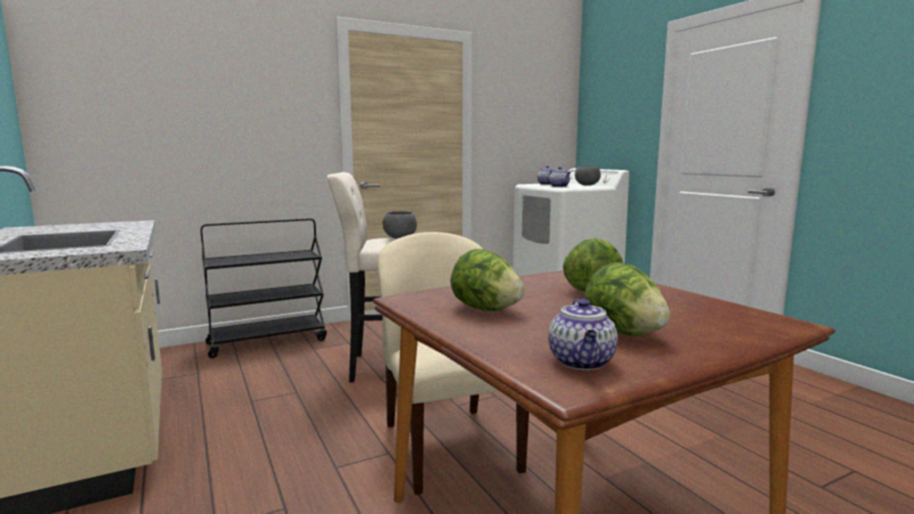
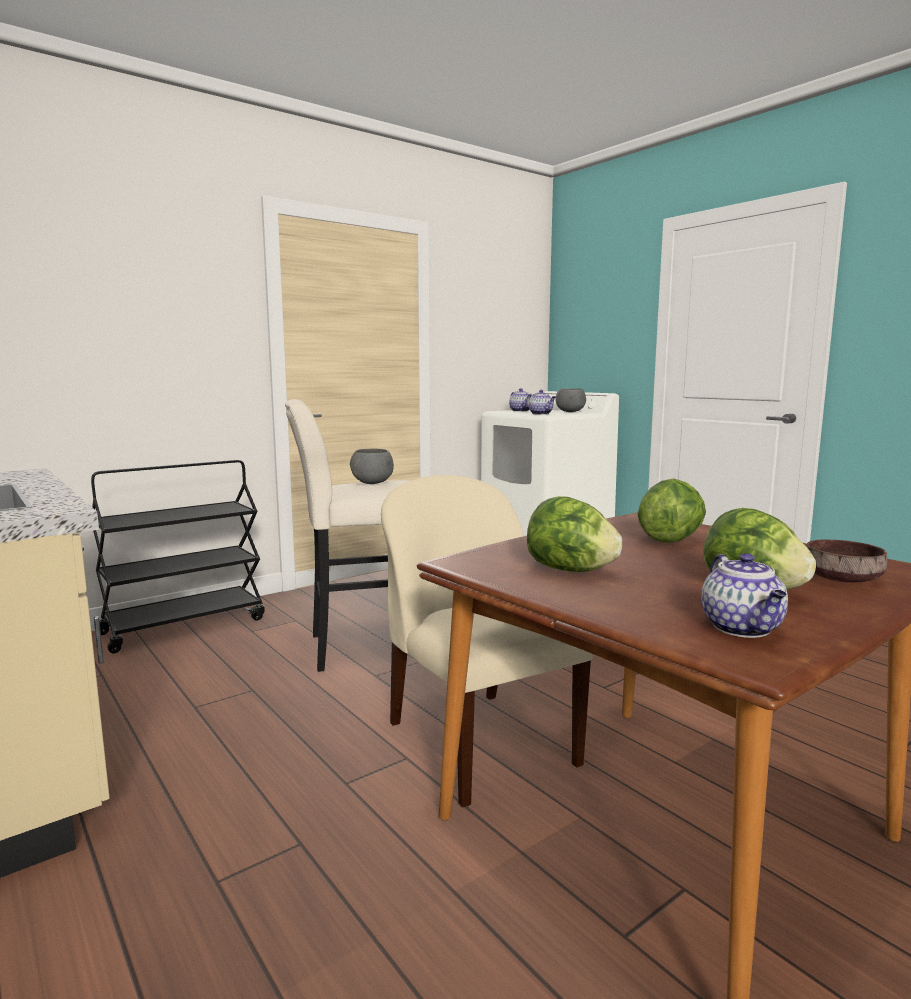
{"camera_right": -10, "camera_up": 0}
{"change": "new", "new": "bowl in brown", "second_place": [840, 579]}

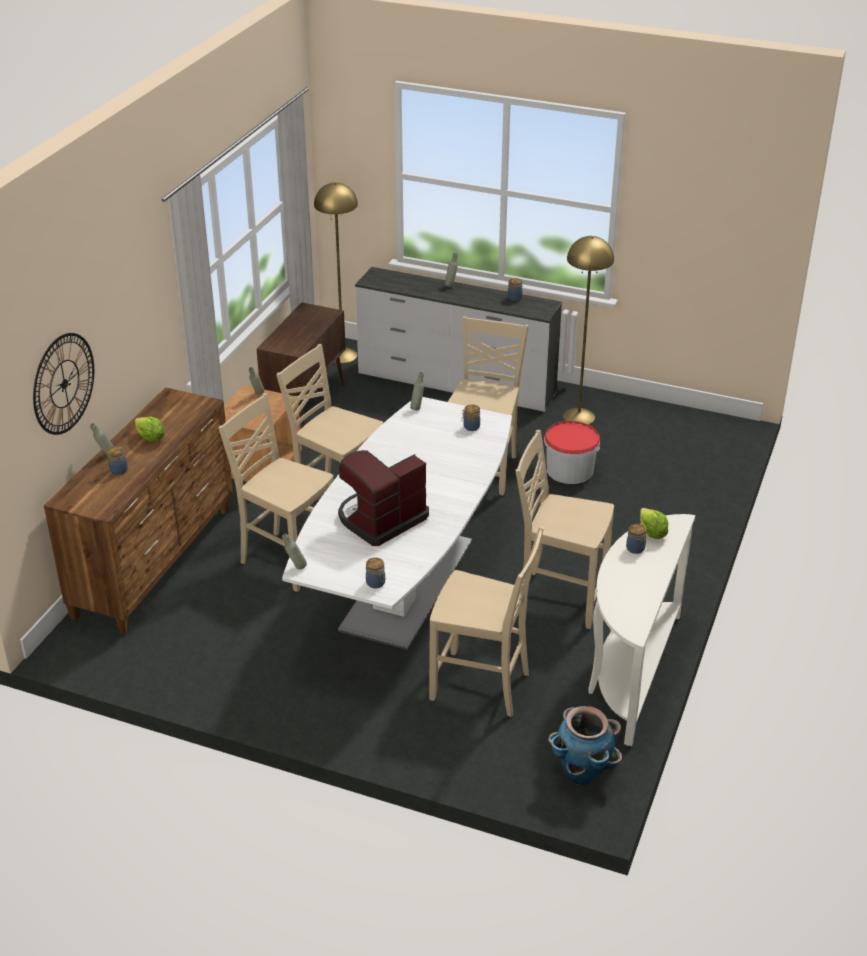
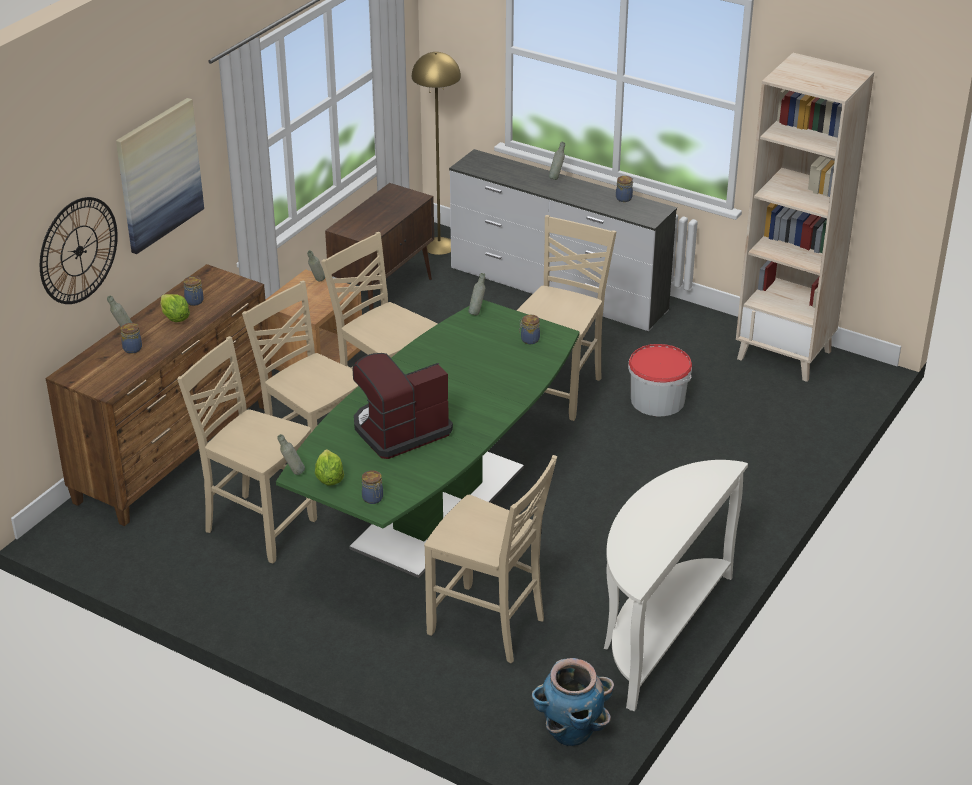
{"camera_right": 10, "camera_up": 0}
{"change": "repainted", "old": "dining table in white", "new": "dining table in green", "first_place": [407, 585], "second_place": [438, 507]}
{"change": "shifted", "old": "chair in beige", "first_place": [559, 597], "second_place": [258, 526]}
{"change": "gone", "old": "floor lamp in yellow", "first_place": [578, 416]}
{"change": "shifted", "old": "jar", "first_place": [636, 549], "second_place": [194, 302]}
{"change": "shifted", "old": "lettuce", "first_place": [652, 533], "second_place": [329, 479]}
{"change": "new", "new": "picture", "second_place": [158, 175]}
{"change": "new", "new": "bookcase in beige", "second_place": [785, 355]}

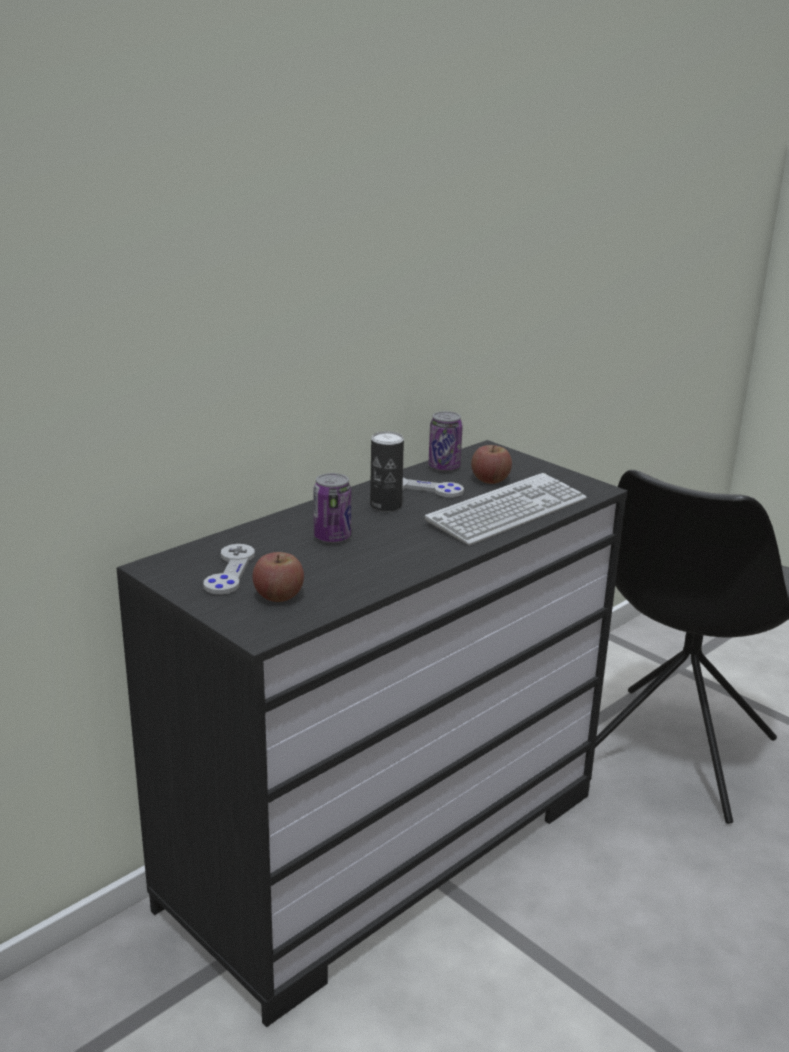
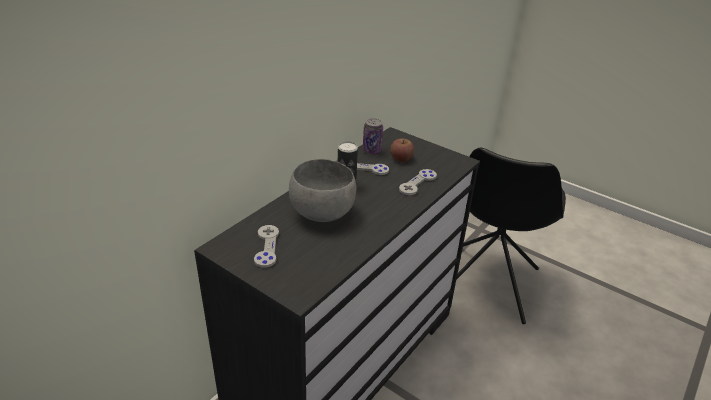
{"camera_right": -10, "camera_up": 10}
{"change": "gone", "old": "apple", "first_place": [278, 596]}
{"change": "swapped", "old": "can", "new": "bowl in grey", "first_place": [332, 537], "second_place": [321, 213]}
{"change": "swapped", "old": "keyboard", "new": "game controller in grey", "first_place": [507, 511], "second_place": [418, 183]}

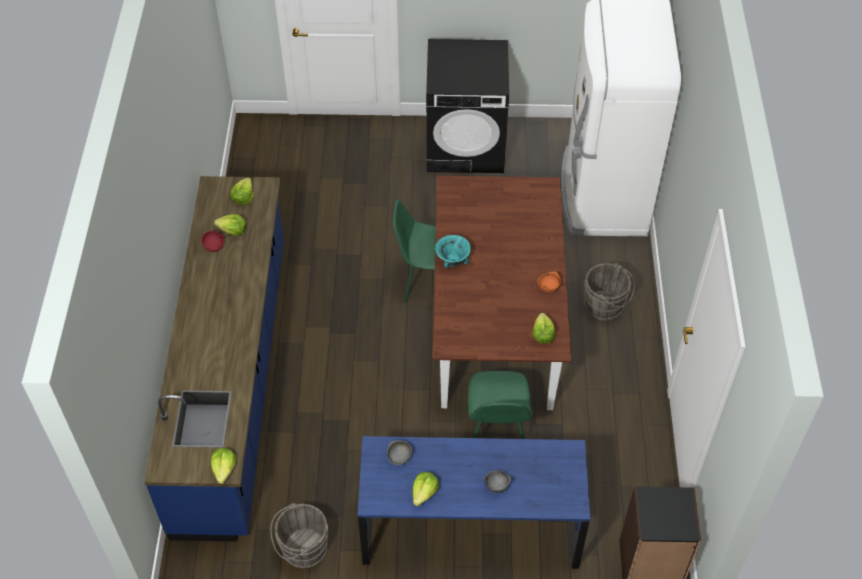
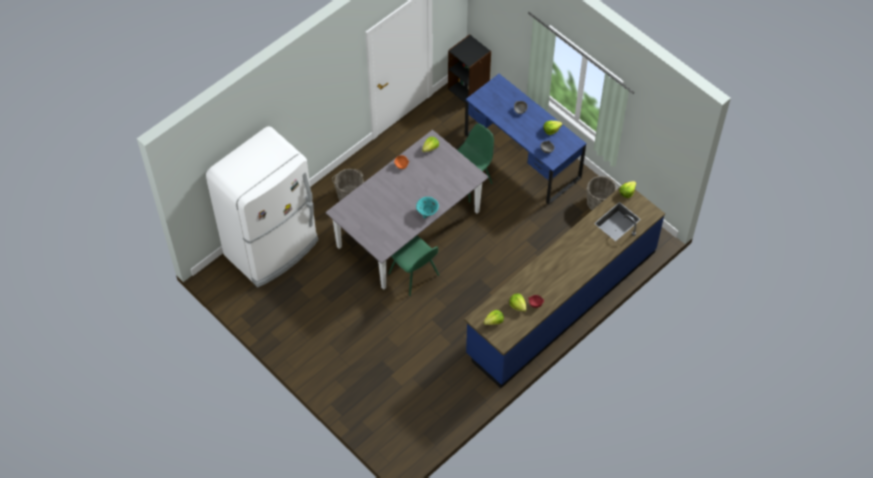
{"camera_right": -135, "camera_up": 5}
{"change": "gone", "old": "washing machine in black", "first_place": [465, 146]}
{"change": "repainted", "old": "dining table in brown", "new": "dining table in grey", "first_place": [496, 323], "second_place": [408, 228]}

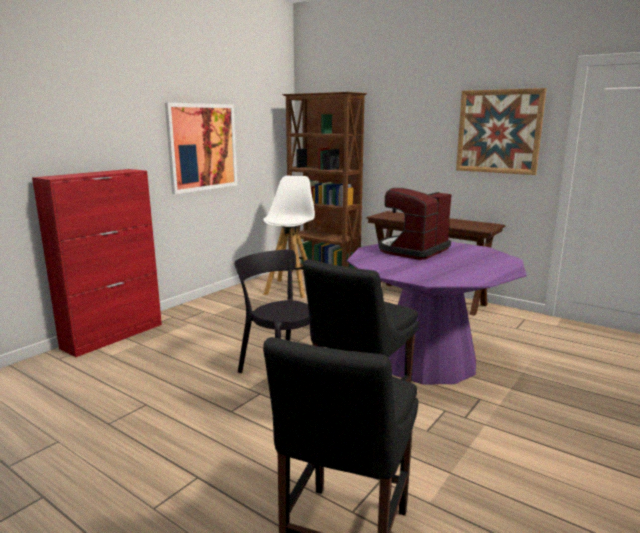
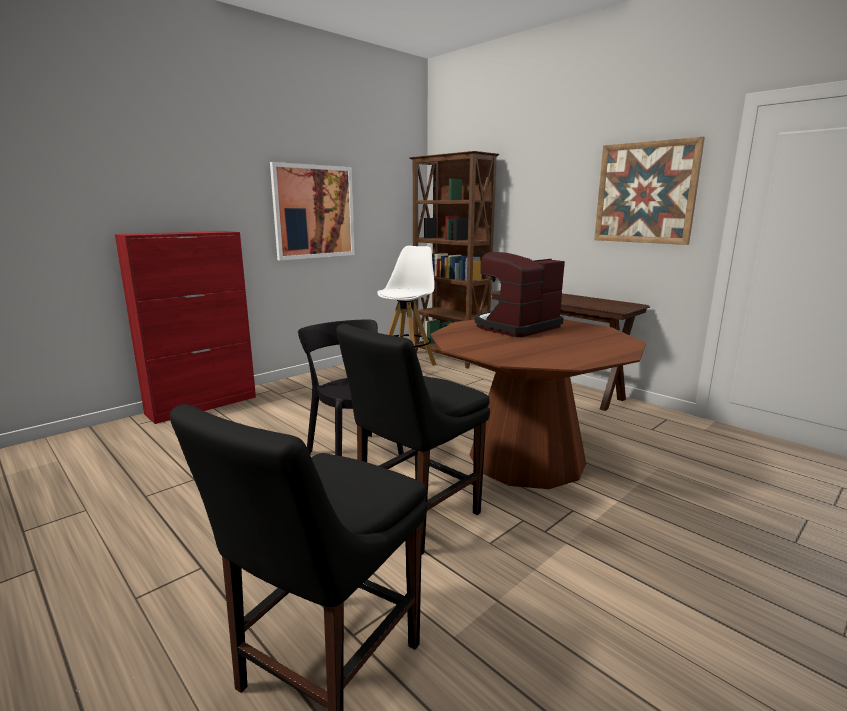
{"camera_right": 10, "camera_up": 0}
{"change": "repainted", "old": "dining table in purple", "new": "dining table in brown", "first_place": [427, 361], "second_place": [526, 459]}

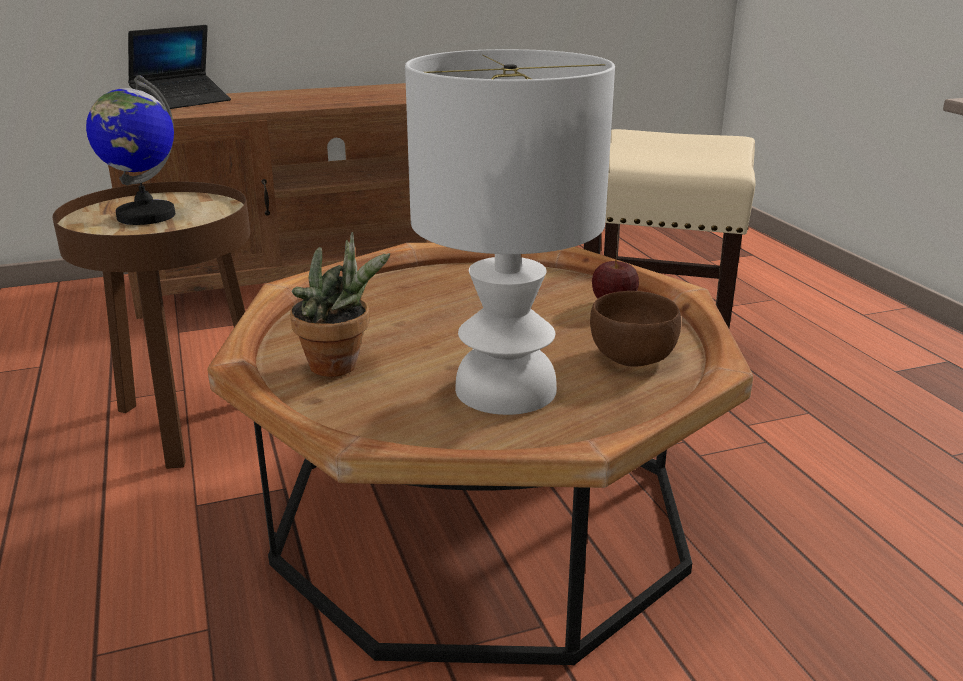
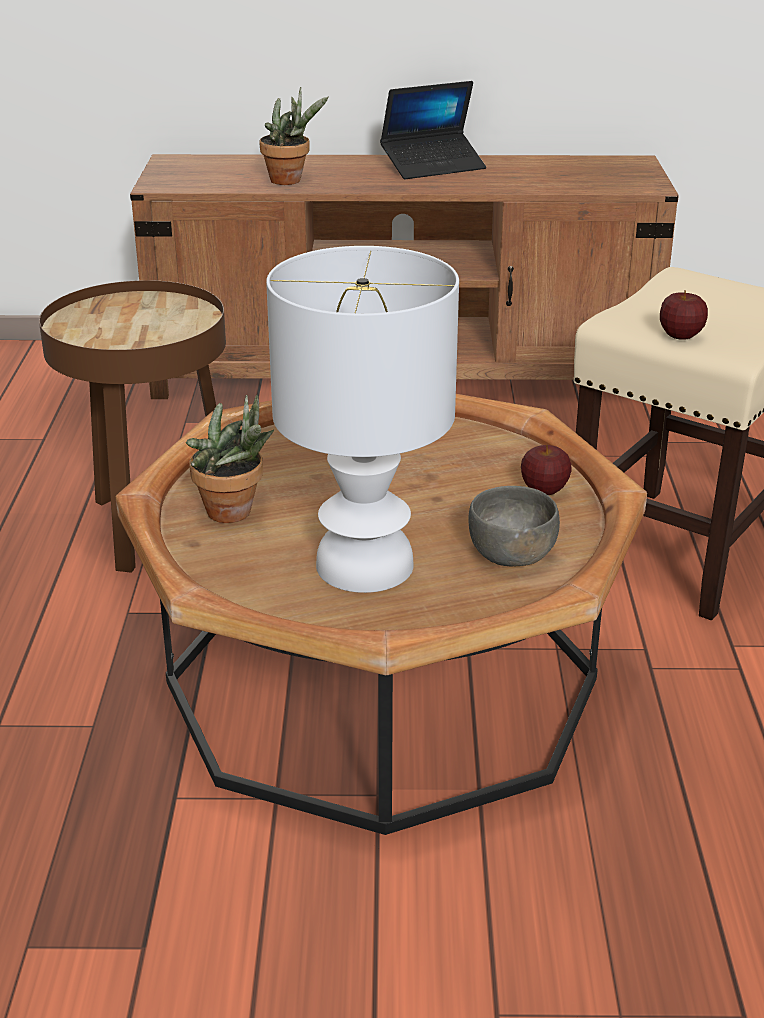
{"camera_right": 20, "camera_up": 5}
{"change": "gone", "old": "globe", "first_place": [145, 216]}
{"change": "shifted", "old": "laptop", "first_place": [182, 102], "second_place": [433, 166]}
{"change": "repainted", "old": "bowl in brown", "new": "bowl in grey", "first_place": [633, 357], "second_place": [512, 555]}
{"change": "new", "new": "potted plant", "second_place": [290, 181]}
{"change": "new", "new": "apple", "second_place": [680, 336]}

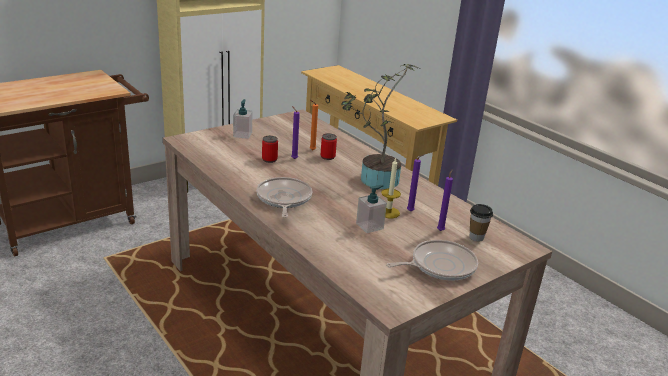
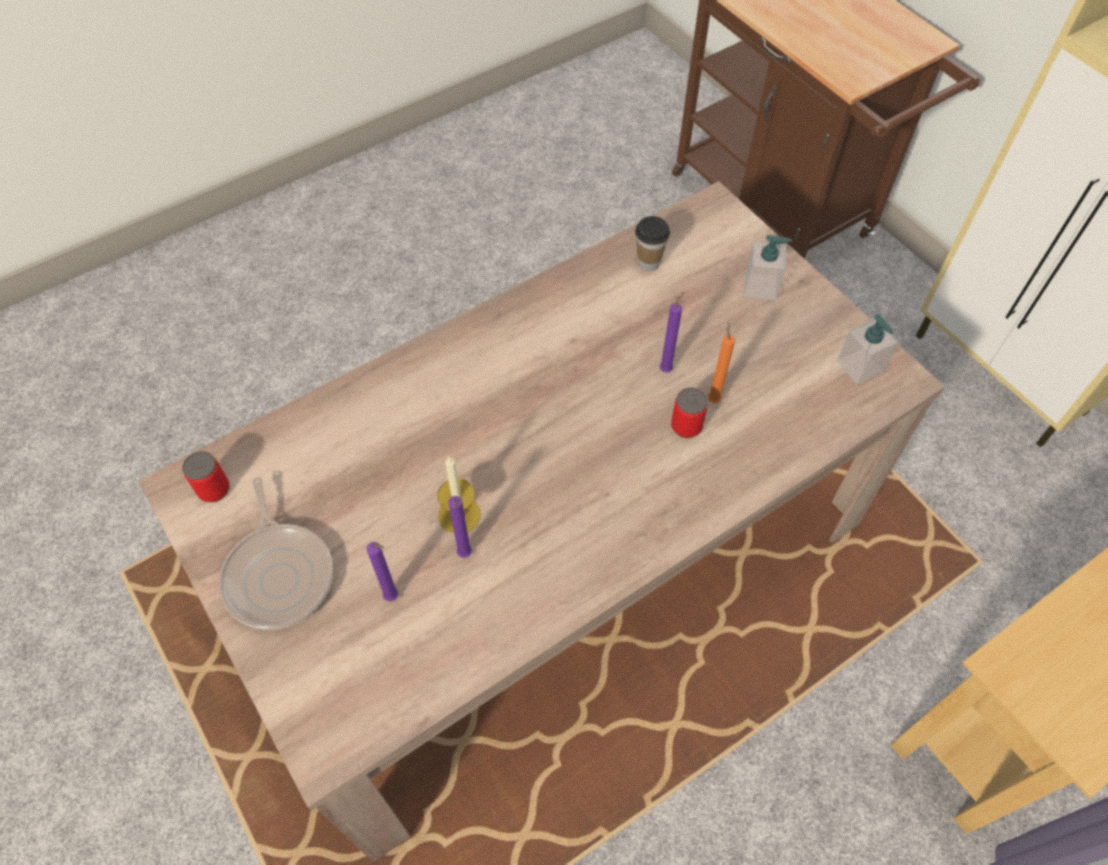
{"camera_right": 95, "camera_up": 30}
{"change": "gone", "old": "frying pan", "first_place": [283, 199]}
{"change": "shifted", "old": "can", "first_place": [269, 159], "second_place": [214, 489]}
{"change": "gone", "old": "potted plant", "first_place": [374, 180]}
{"change": "shifted", "old": "soap dispenser", "first_place": [370, 226], "second_place": [860, 366]}
{"change": "shifted", "old": "cup", "first_place": [476, 237], "second_place": [648, 263]}

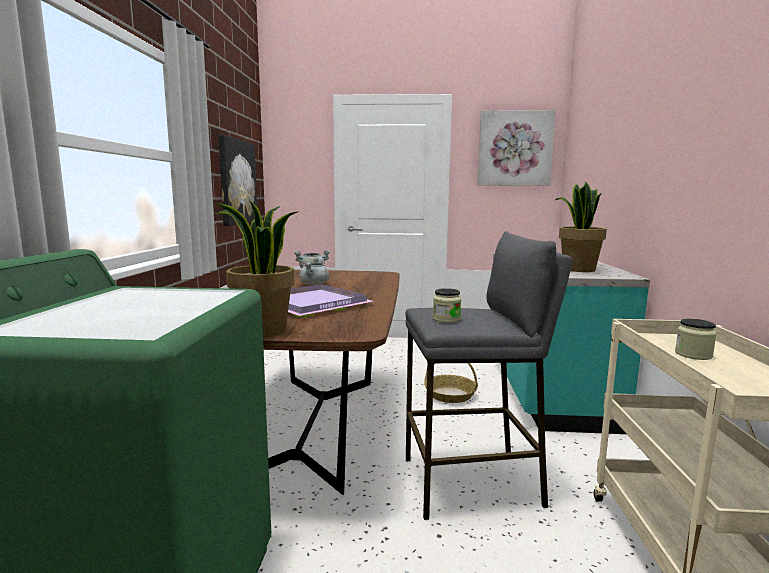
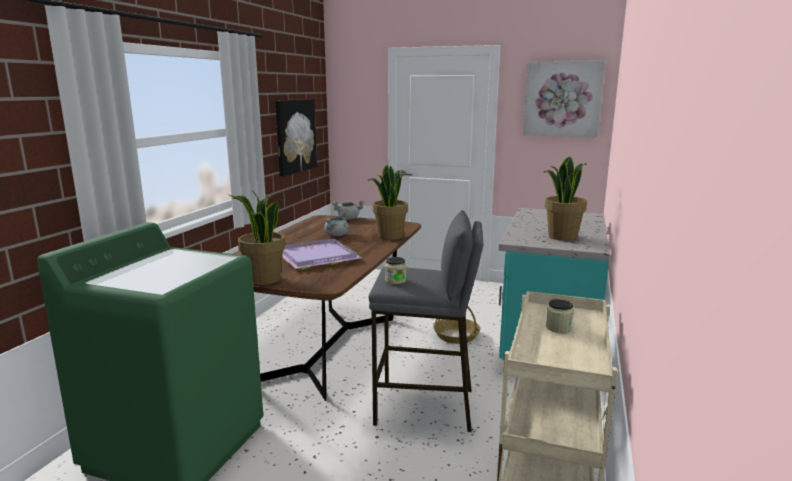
{"camera_right": 15, "camera_up": 5}
{"change": "new", "new": "potted plant", "second_place": [389, 236]}

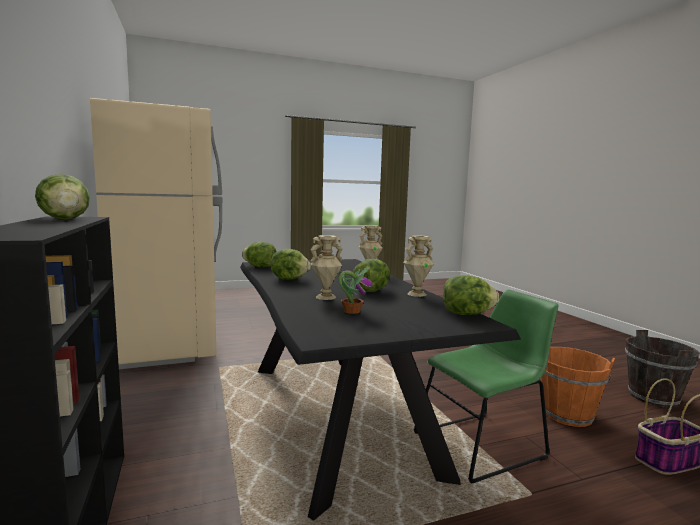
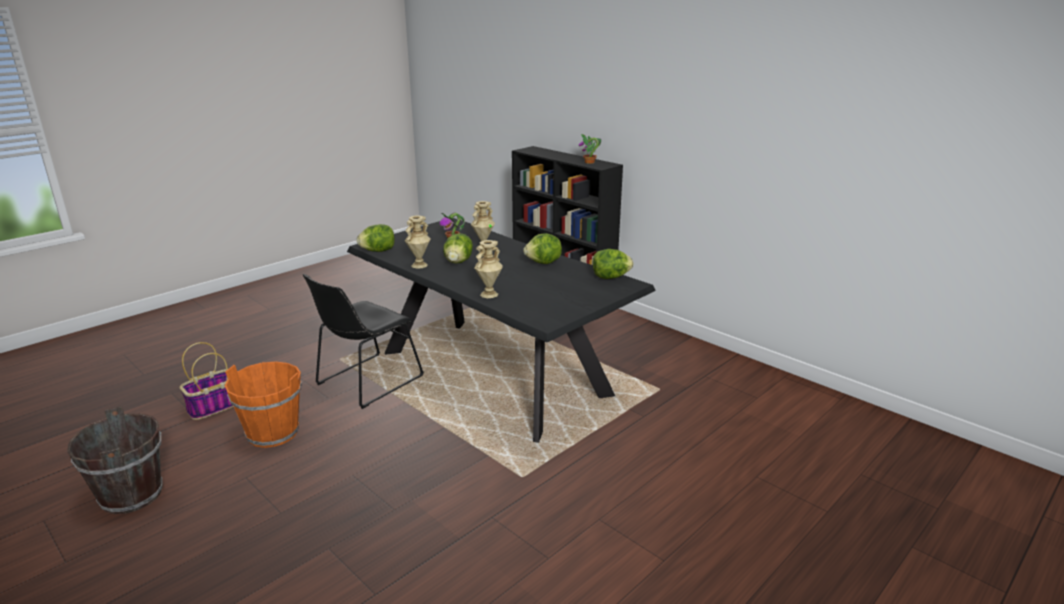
{"camera_right": 155, "camera_up": 15}
{"change": "swapped", "old": "lettuce", "new": "potted plant", "first_place": [65, 219], "second_place": [589, 162]}
{"change": "gone", "old": "fridge in beige", "first_place": [167, 346]}
{"change": "repainted", "old": "chair in green", "new": "chair in black", "first_place": [483, 444], "second_place": [366, 382]}

